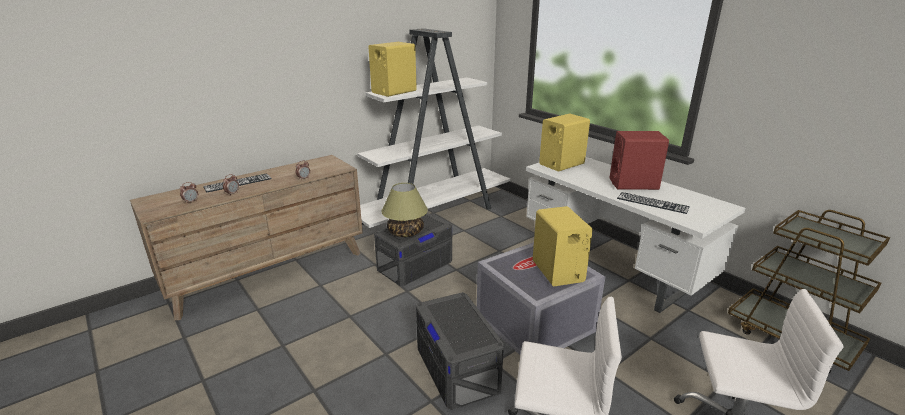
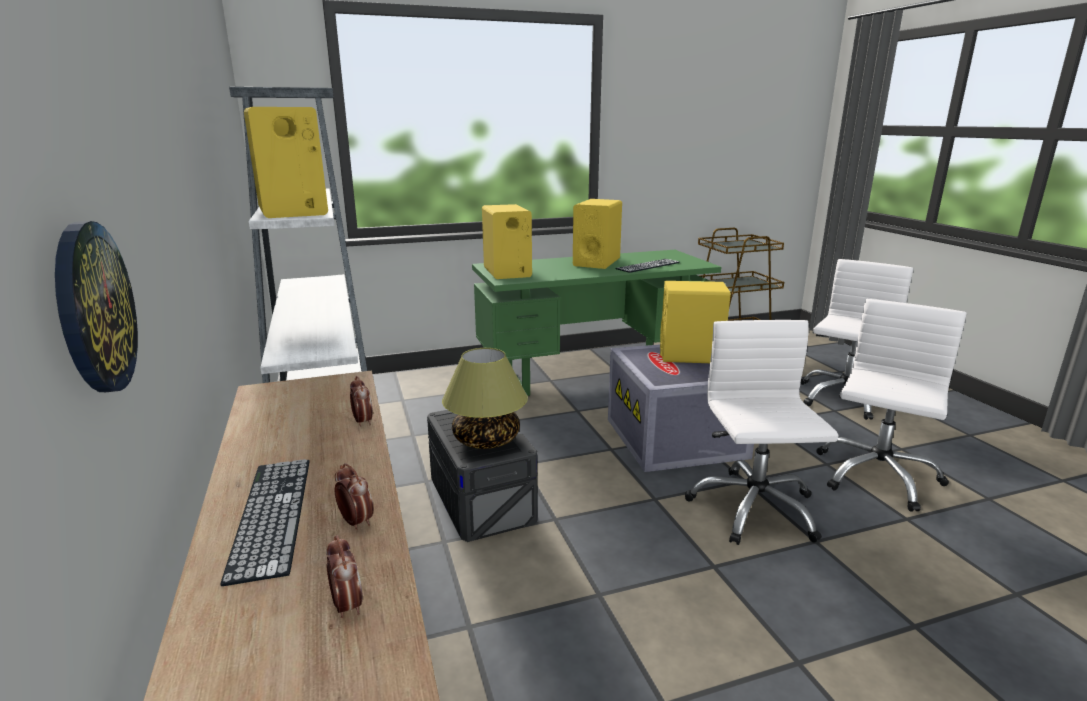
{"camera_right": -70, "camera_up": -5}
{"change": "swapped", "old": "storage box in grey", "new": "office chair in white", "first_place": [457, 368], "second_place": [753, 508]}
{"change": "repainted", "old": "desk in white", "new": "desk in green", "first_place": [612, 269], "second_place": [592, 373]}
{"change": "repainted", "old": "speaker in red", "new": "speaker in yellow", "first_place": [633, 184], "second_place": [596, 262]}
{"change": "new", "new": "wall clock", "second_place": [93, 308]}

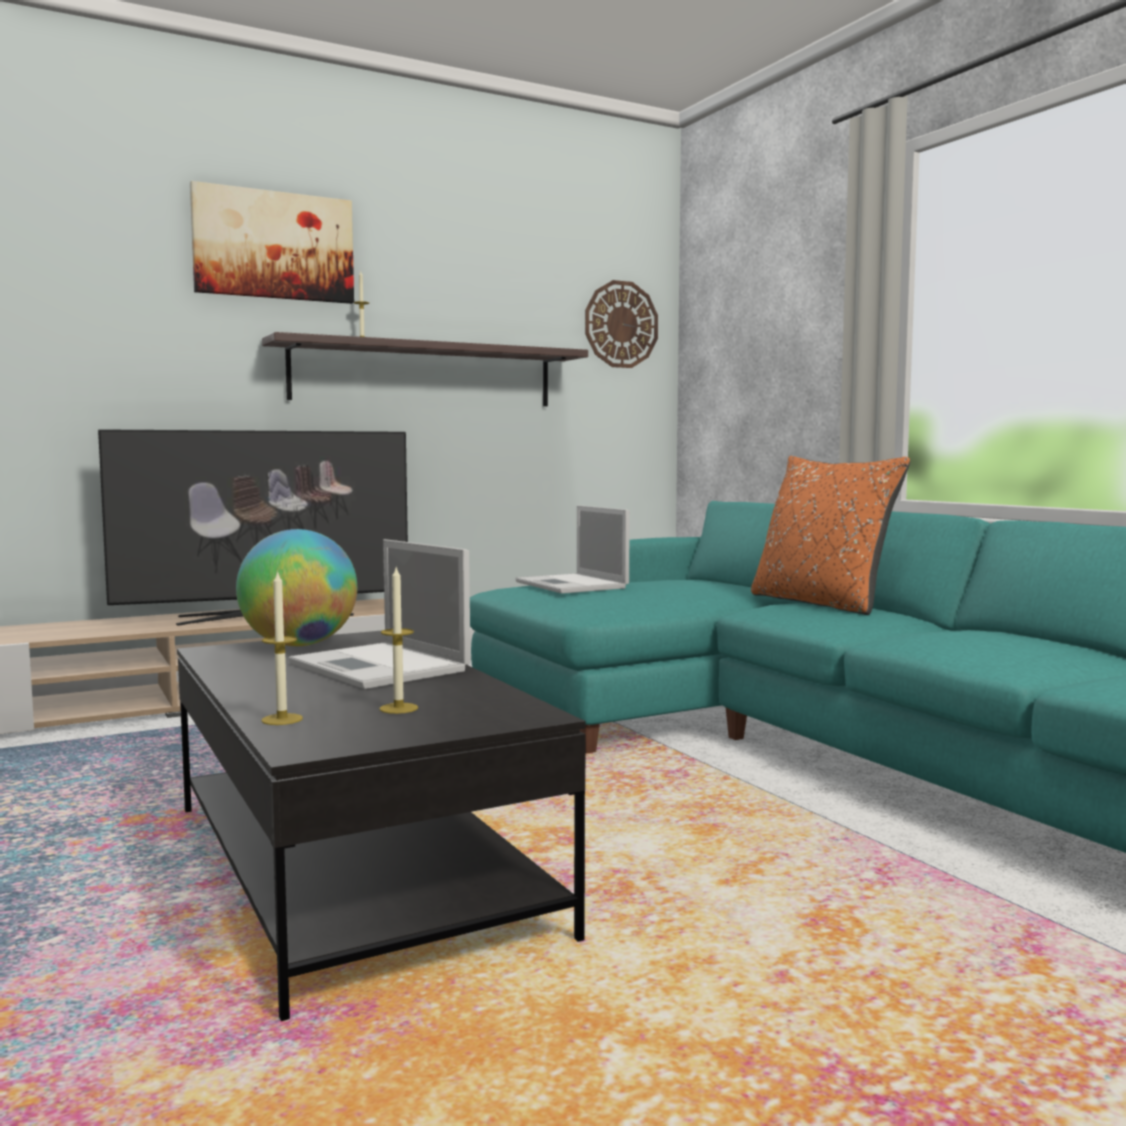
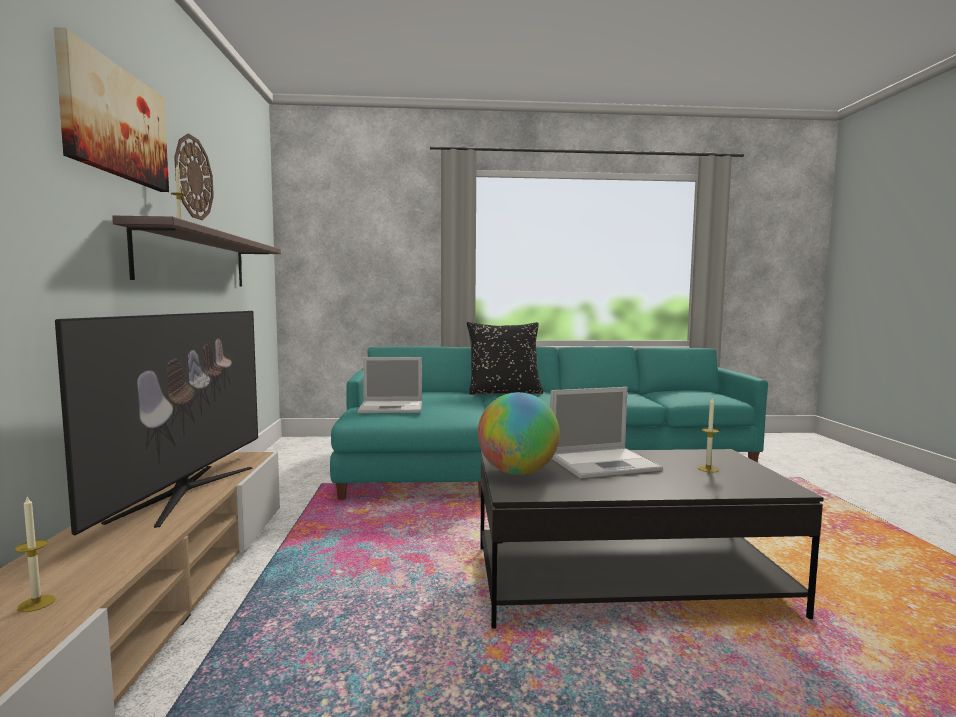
{"camera_right": -65, "camera_up": 0}
{"change": "shifted", "old": "candle", "first_place": [282, 719], "second_place": [36, 603]}
{"change": "shifted", "old": "wall clock", "first_place": [621, 324], "second_place": [193, 178]}
{"change": "repainted", "old": "pillow in orange", "new": "pillow in black", "first_place": [821, 603], "second_place": [504, 393]}

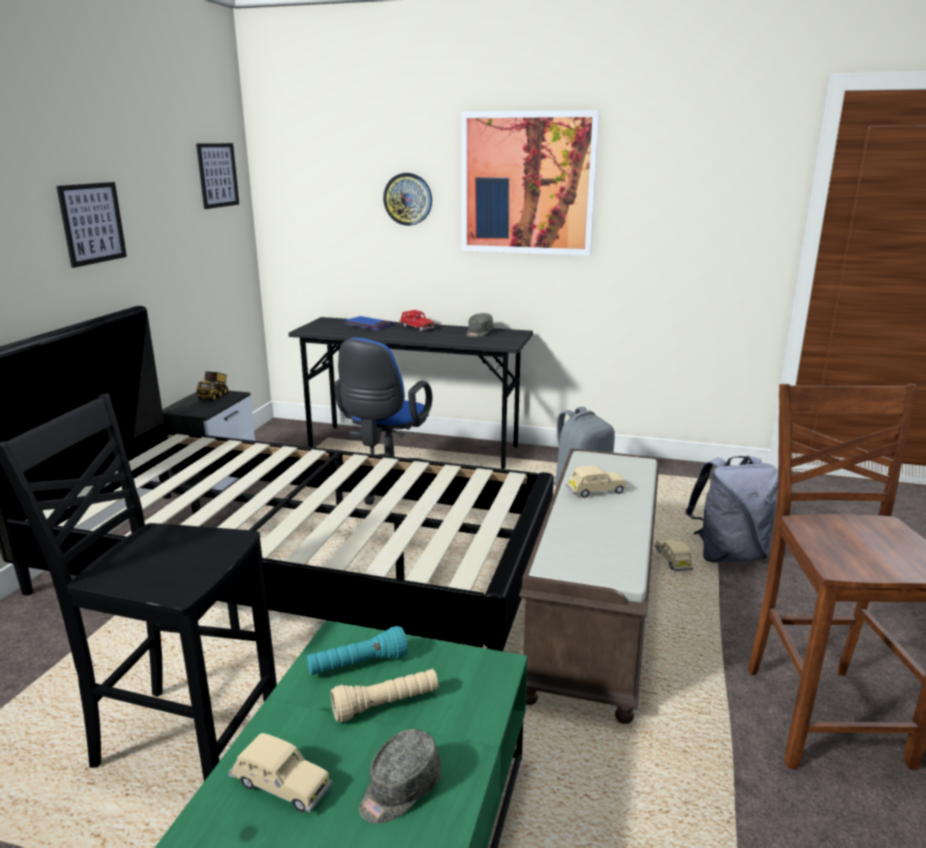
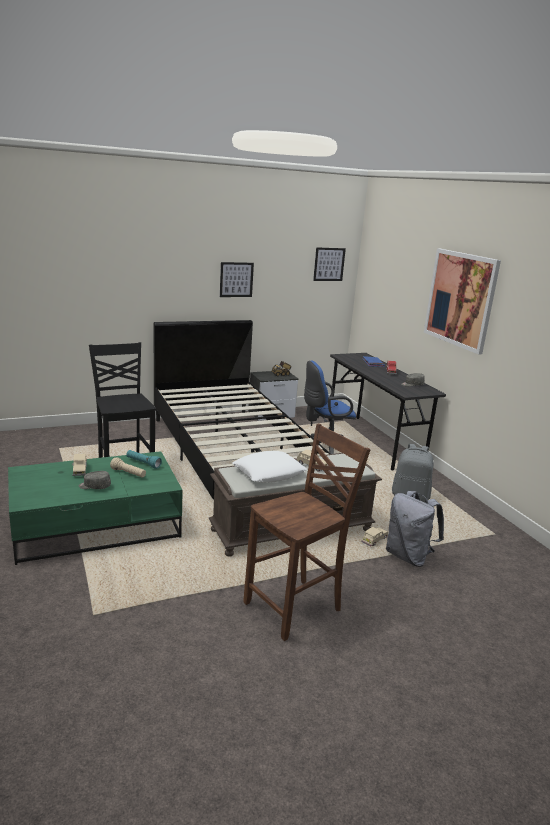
{"camera_right": 50, "camera_up": 0}
{"change": "gone", "old": "wall clock", "first_place": [408, 199]}
{"change": "new", "new": "pillow in white", "second_place": [269, 472]}

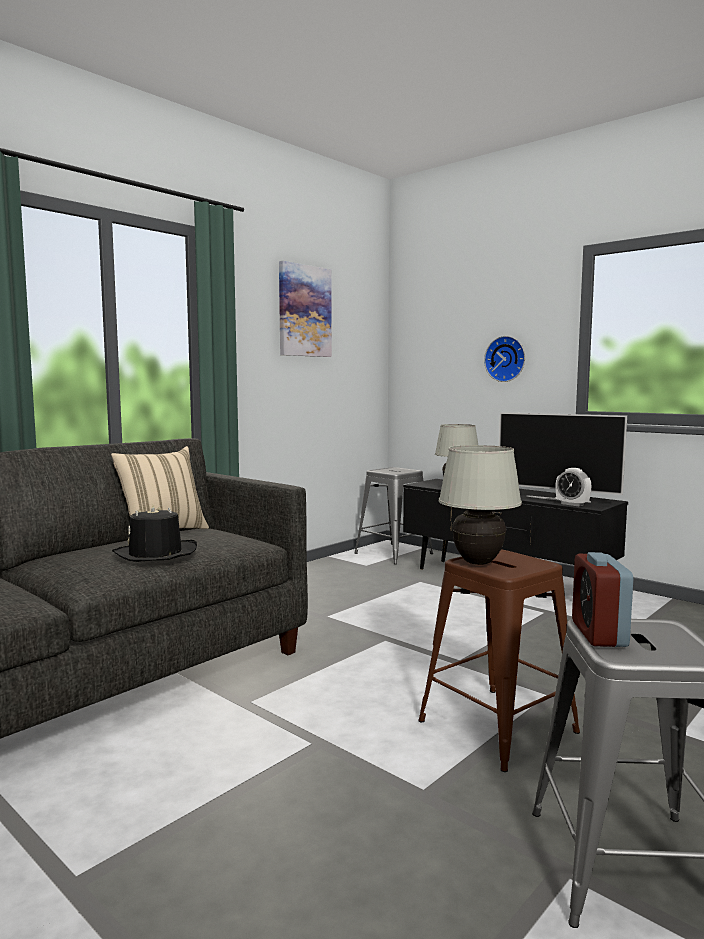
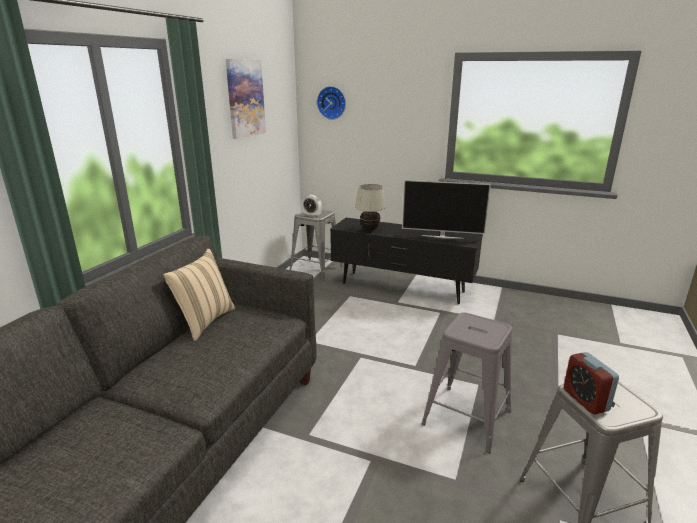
{"camera_right": -20, "camera_up": 15}
{"change": "gone", "old": "hat in black", "first_place": [155, 554]}
{"change": "repainted", "old": "stool in brown", "new": "stool in grey", "first_place": [496, 726], "second_place": [466, 418]}
{"change": "gone", "old": "table lamp in white", "first_place": [477, 563]}
{"change": "shifted", "old": "wall clock", "first_place": [506, 359], "second_place": [332, 103]}
{"change": "shifted", "old": "alarm clock", "first_place": [572, 504], "second_place": [312, 215]}

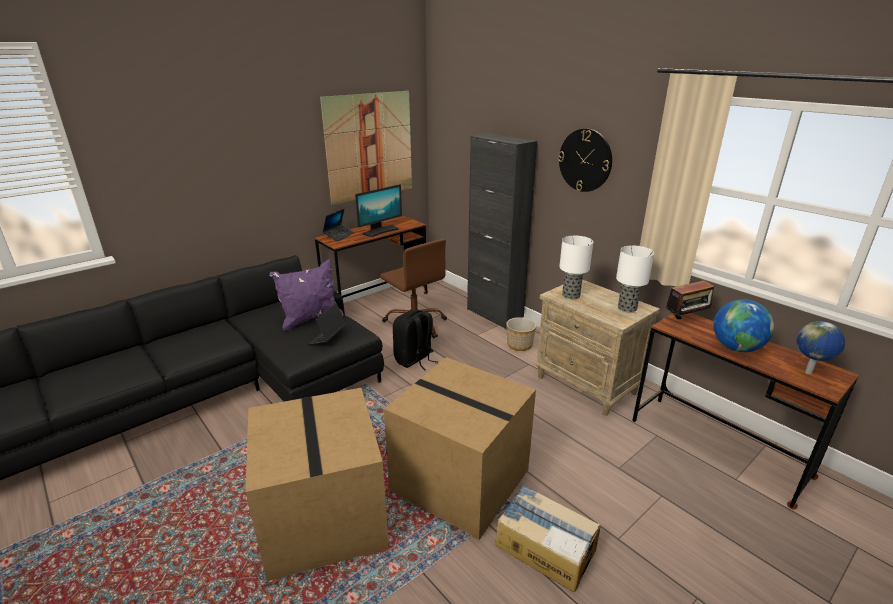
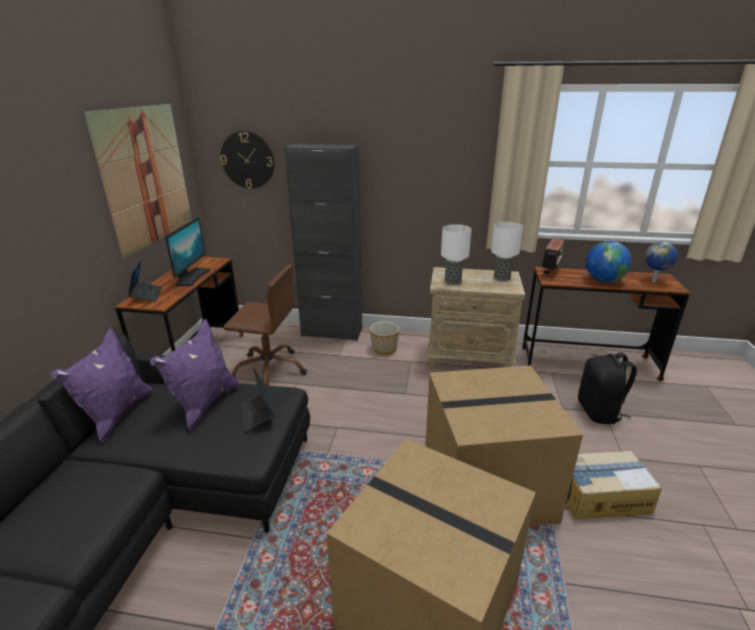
{"camera_right": -40, "camera_up": 0}
{"change": "shifted", "old": "backpack in black", "first_place": [414, 360], "second_place": [599, 412]}
{"change": "shifted", "old": "wall clock", "first_place": [585, 160], "second_place": [248, 160]}
{"change": "new", "new": "pillow in purple", "second_place": [117, 414]}

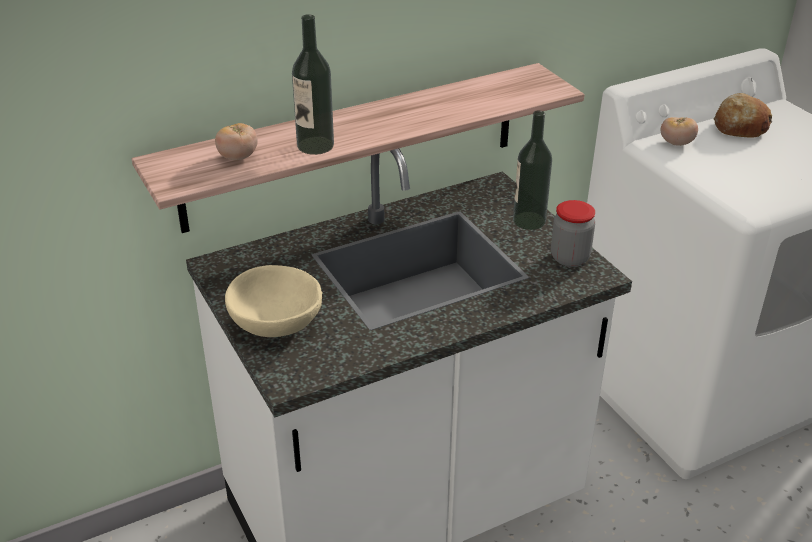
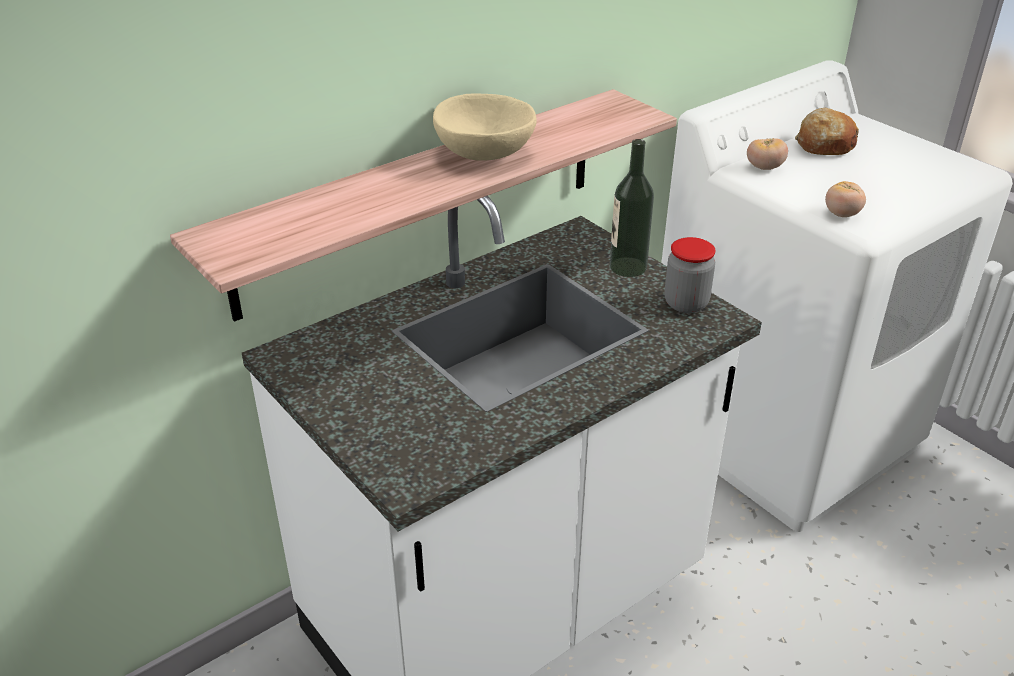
{"camera_right": -10, "camera_up": 0}
{"change": "shifted", "old": "tomato", "first_place": [238, 157], "second_place": [842, 214]}
{"change": "shifted", "old": "bowl in beige", "first_place": [275, 325], "second_place": [484, 154]}
{"change": "gone", "old": "bottle", "first_place": [315, 145]}

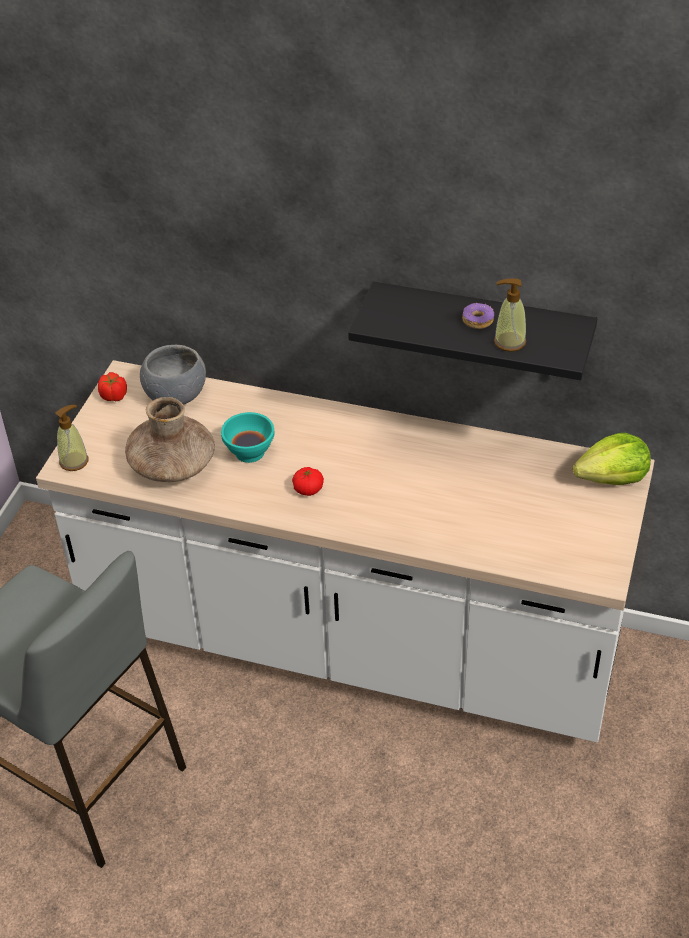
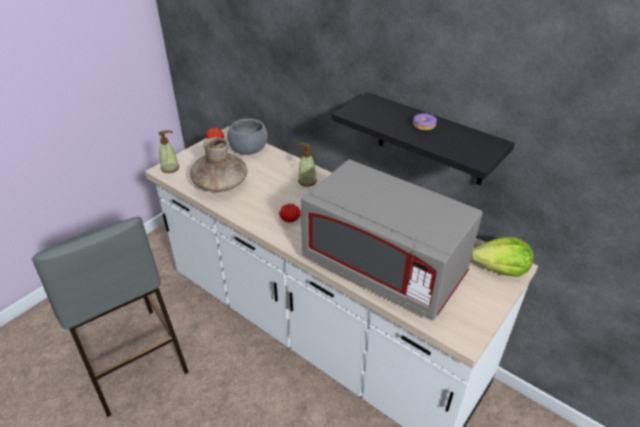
{"camera_right": 20, "camera_up": -5}
{"change": "gone", "old": "bowl in turquoise", "first_place": [250, 452]}
{"change": "shifted", "old": "soap dispenser", "first_place": [509, 342], "second_place": [307, 181]}
{"change": "new", "new": "microwave in grey", "second_place": [384, 269]}

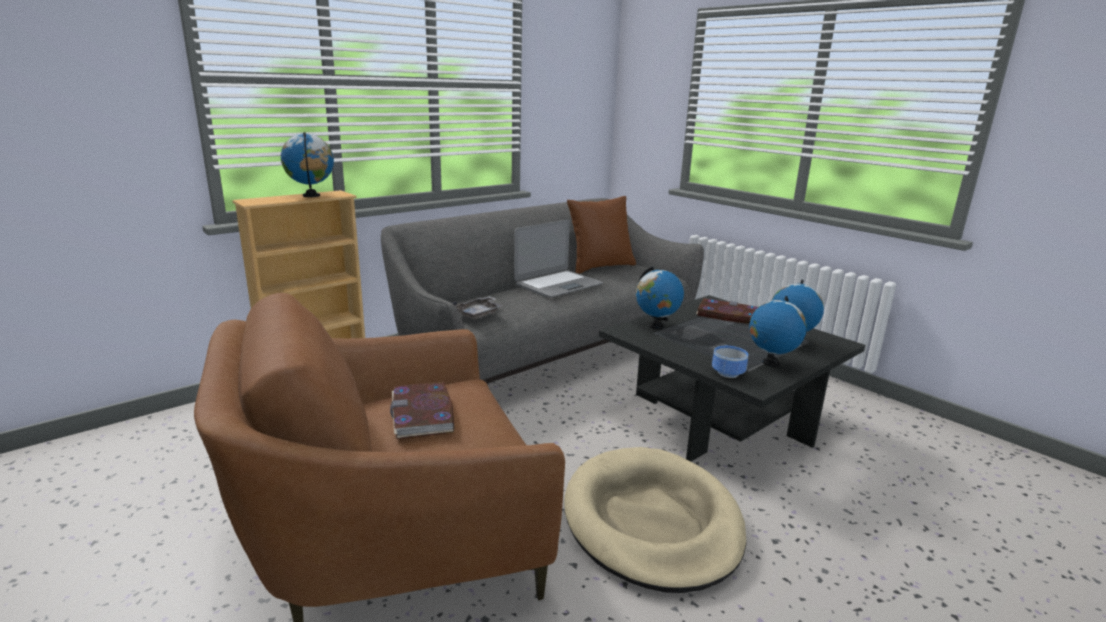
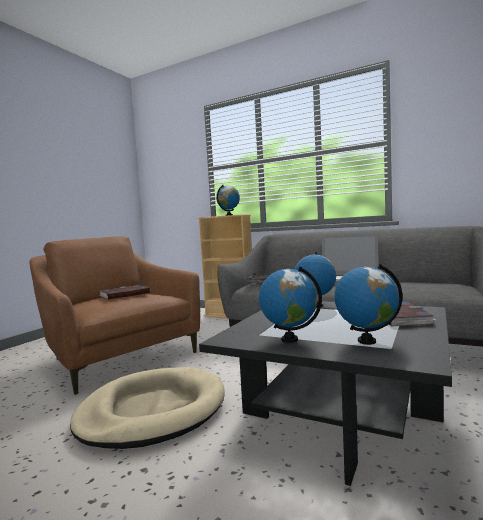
{"camera_right": 70, "camera_up": -15}
{"change": "gone", "old": "pillow in brown", "first_place": [600, 267]}
{"change": "gone", "old": "bowl", "first_place": [727, 374]}

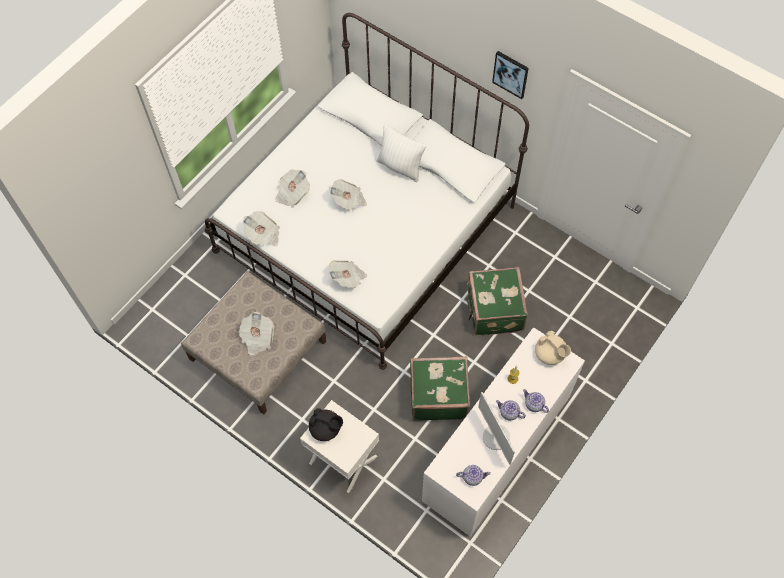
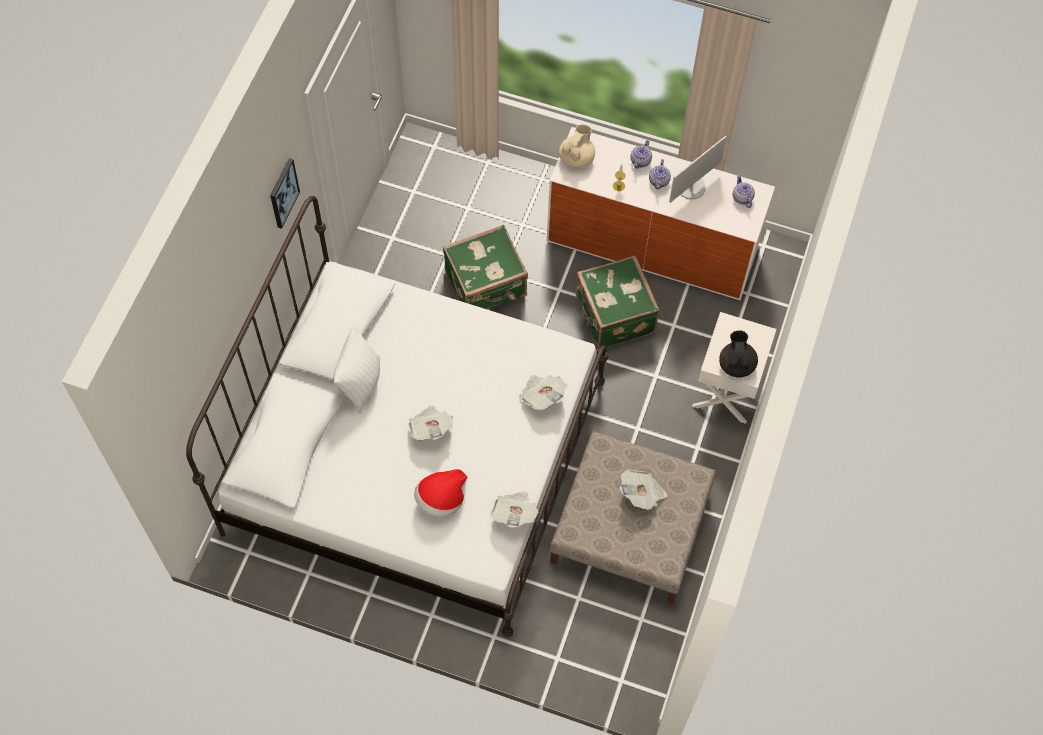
{"camera_right": -110, "camera_up": 0}
{"change": "swapped", "old": "newspaper", "new": "hat", "first_place": [292, 193], "second_place": [441, 499]}

